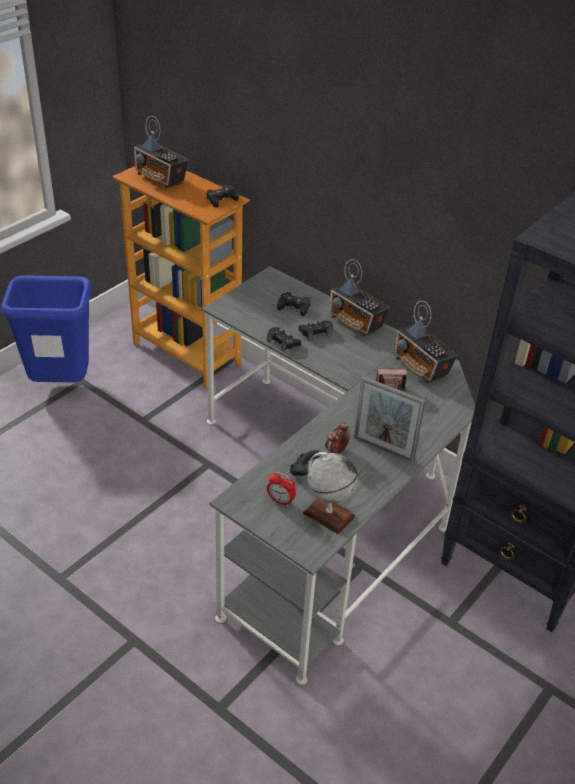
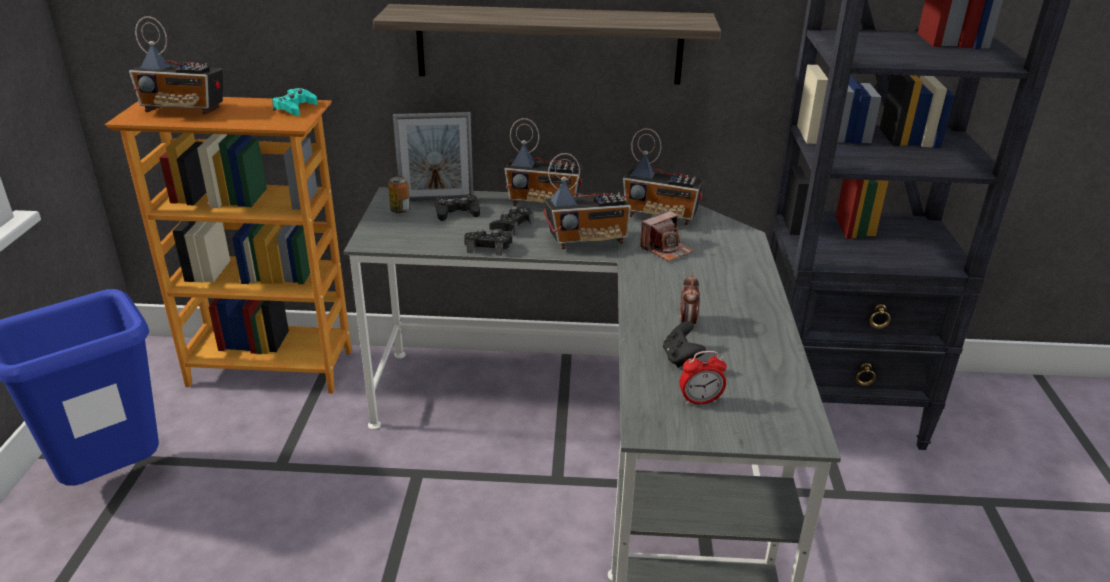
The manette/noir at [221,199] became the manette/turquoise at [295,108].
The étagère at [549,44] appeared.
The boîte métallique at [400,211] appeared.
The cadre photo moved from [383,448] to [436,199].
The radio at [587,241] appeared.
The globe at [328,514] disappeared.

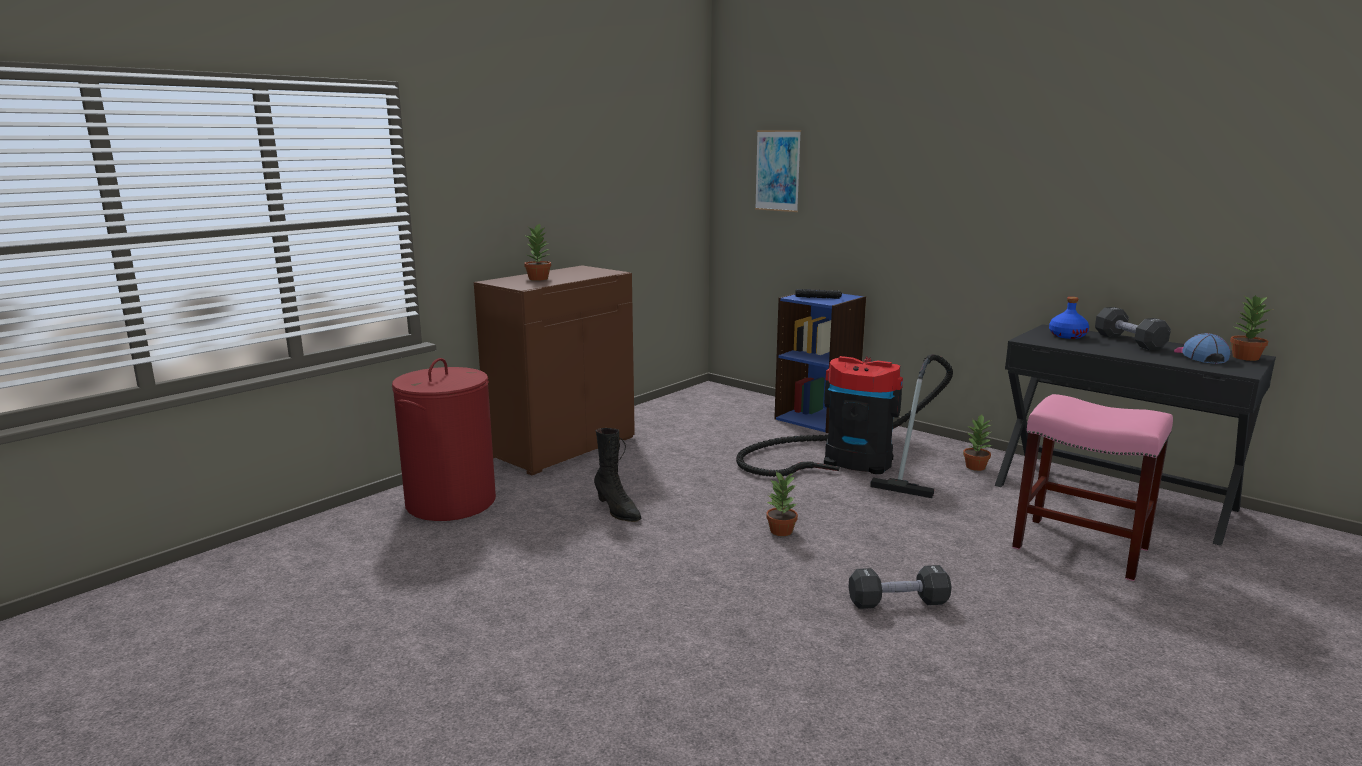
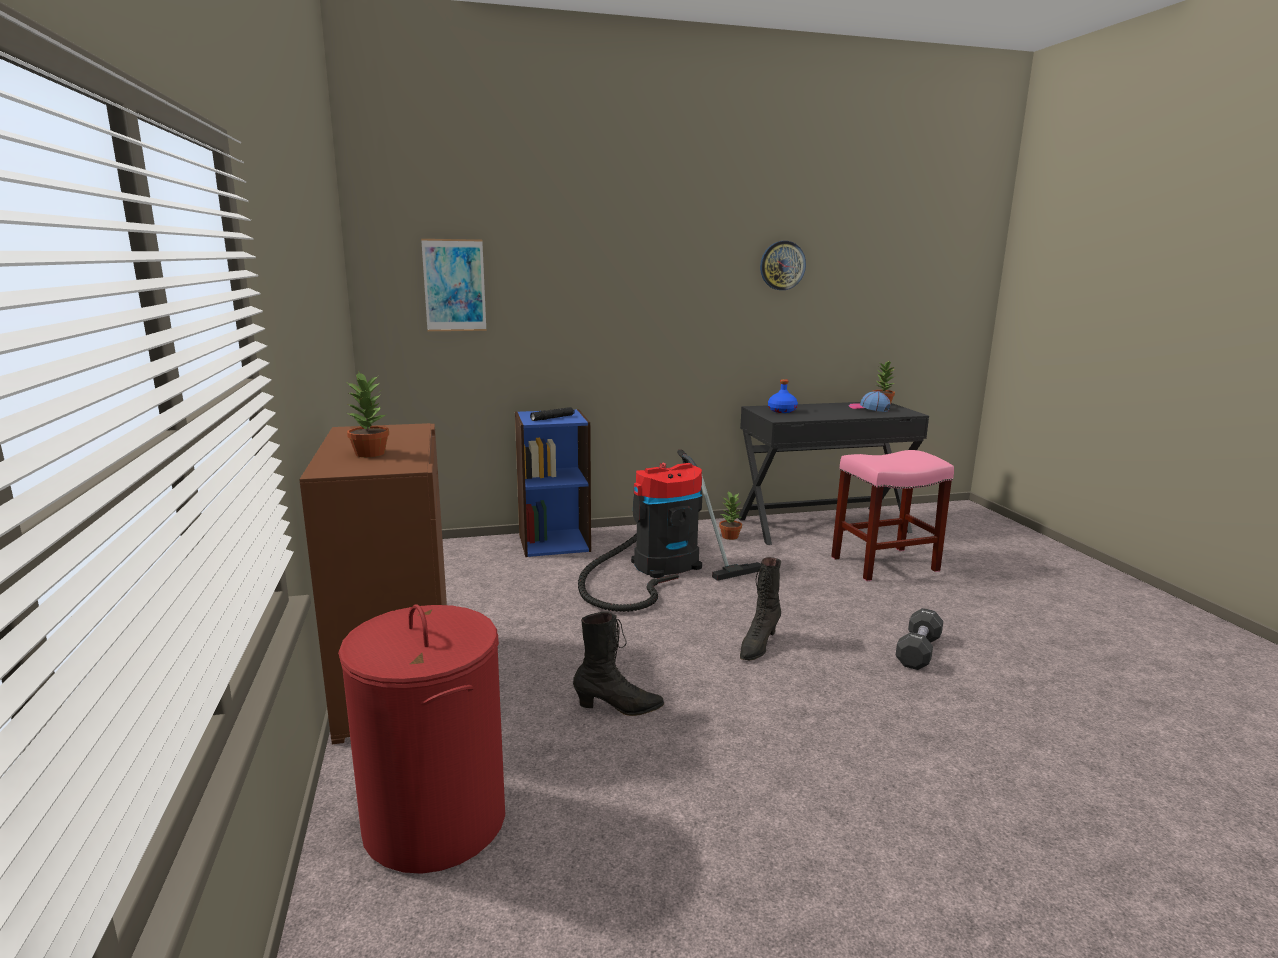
The plante en pot at [781,531] was replaced by the botte/noir at [758,646].
The horloge murale at [782,265] appeared.
The haltère/noir at [1129,341] disappeared.

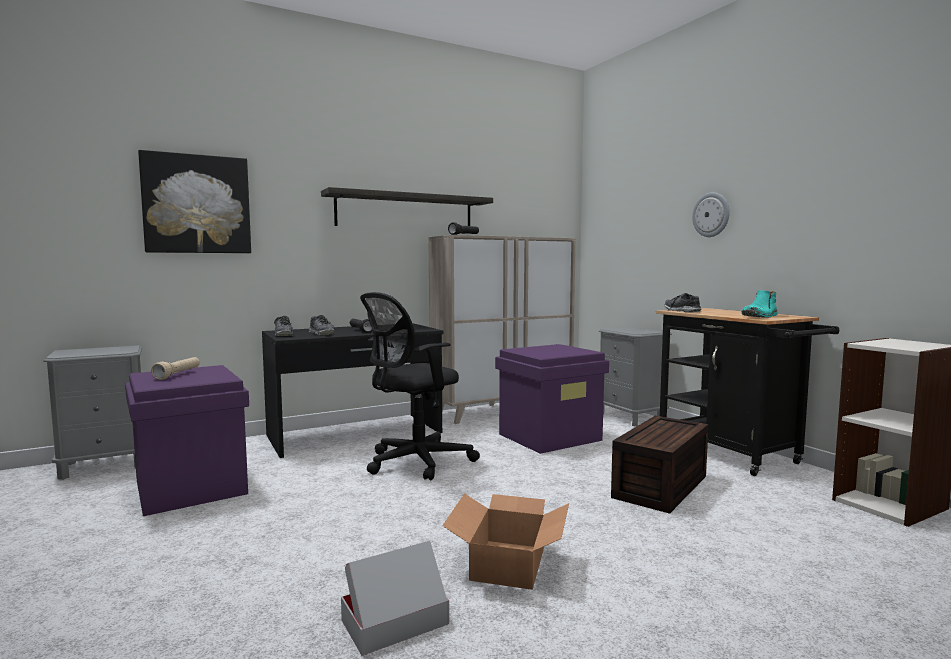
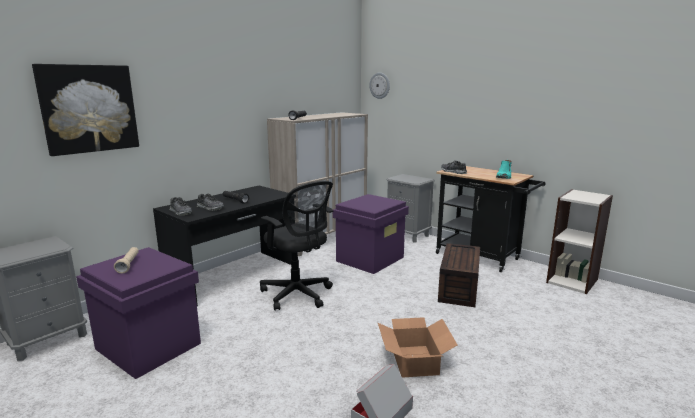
The chaise de bureau/noir at [414,462] turned 75 degrees counterclockwise.
The horloge murale moved from [711,215] to [380,85].
The étagère at [406,212] disappeared.

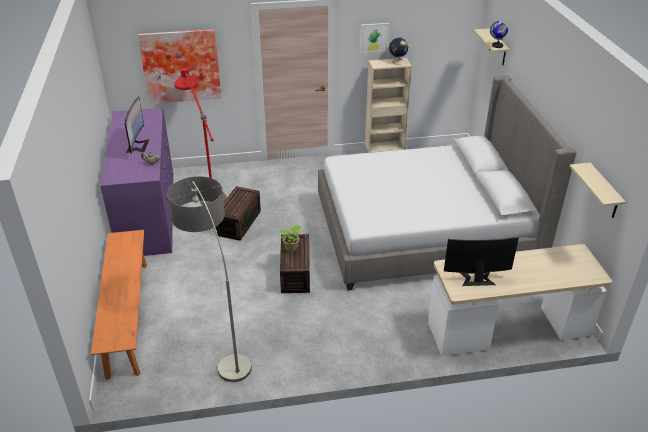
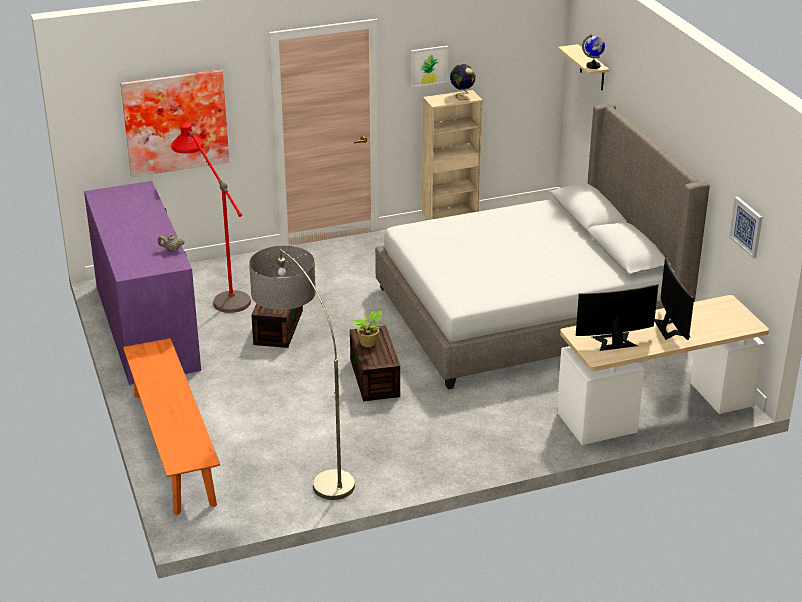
The écran d'ordinateur moved from [137,146] to [671,327].
The étagère/beige at [604,192] was replaced by the tableau at [746,227].

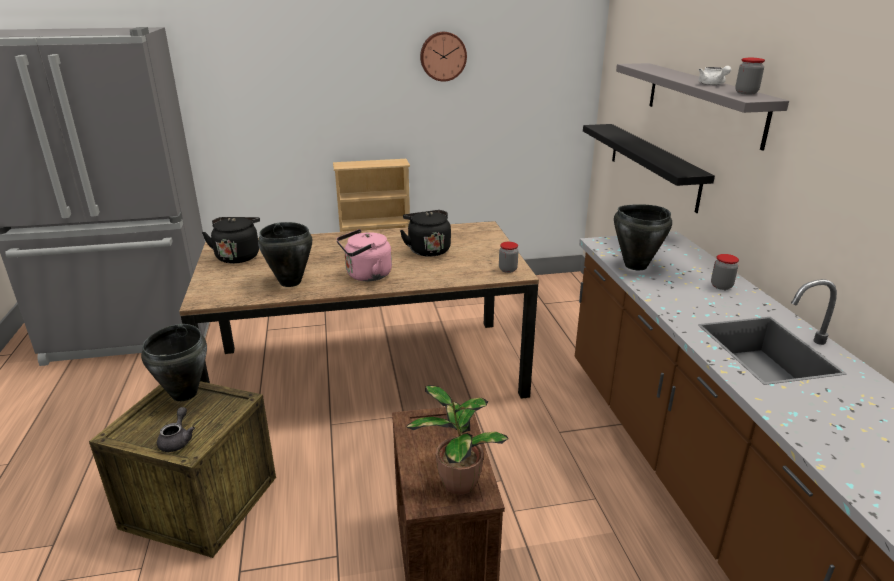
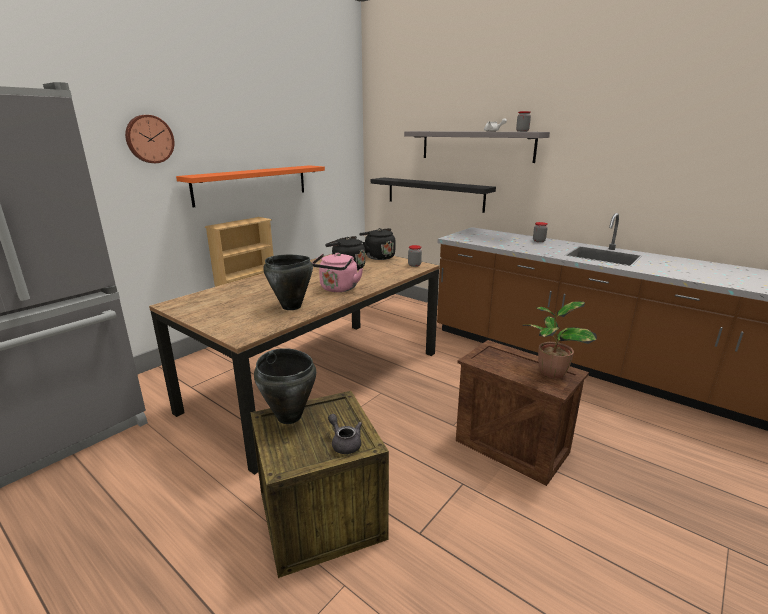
The horloge murale moved from [443,56] to [149,139].
The étagère/orange at [252,184] appeared.
The bouilloire/noir moved from [238,256] to [378,257].
The marmite/noir at [635,265] disappeared.

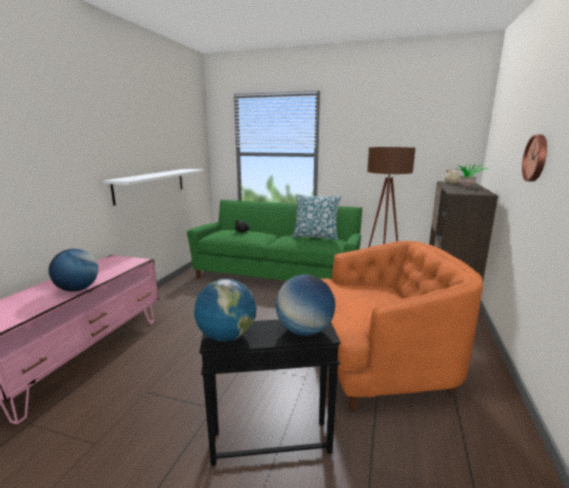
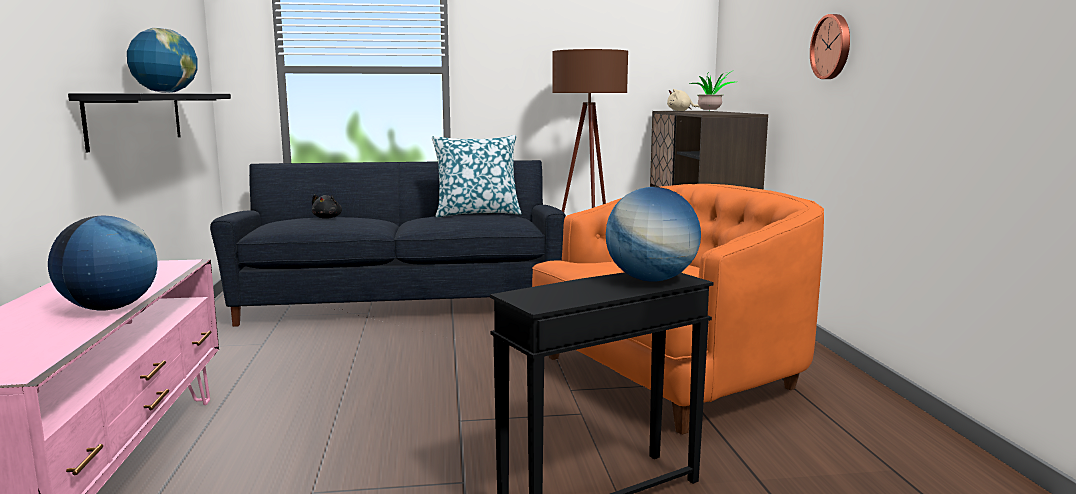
The étagère/blanc at [151,185] became the étagère/noir at [136,118].
The globe moved from [226,336] to [165,93].
The canapé/vert at [277,275] became the canapé/noir at [401,301].

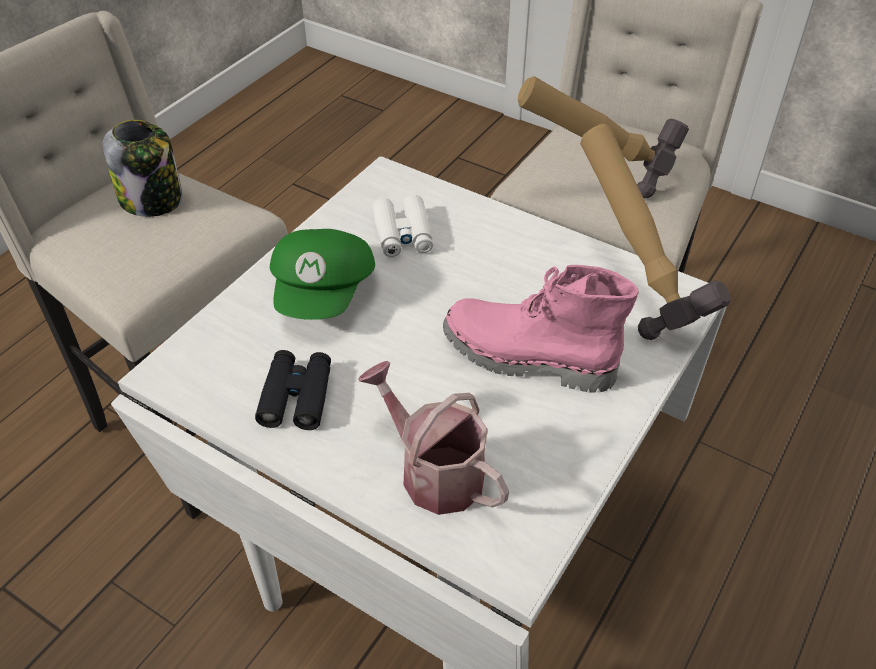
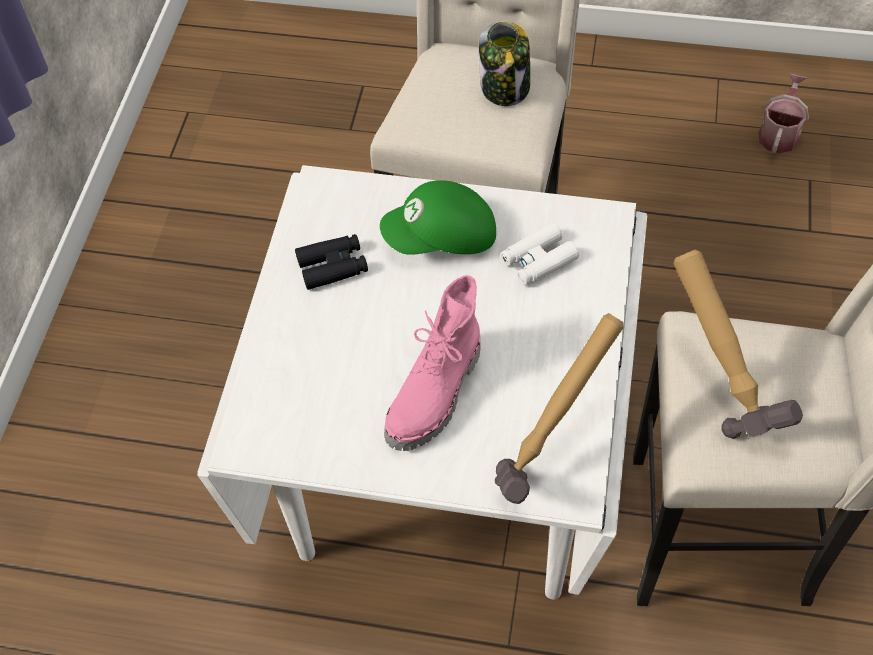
The botte/rose at [527,359] turned 150 degrees counterclockwise.
The arrosoir moved from [434,471] to [779,133].

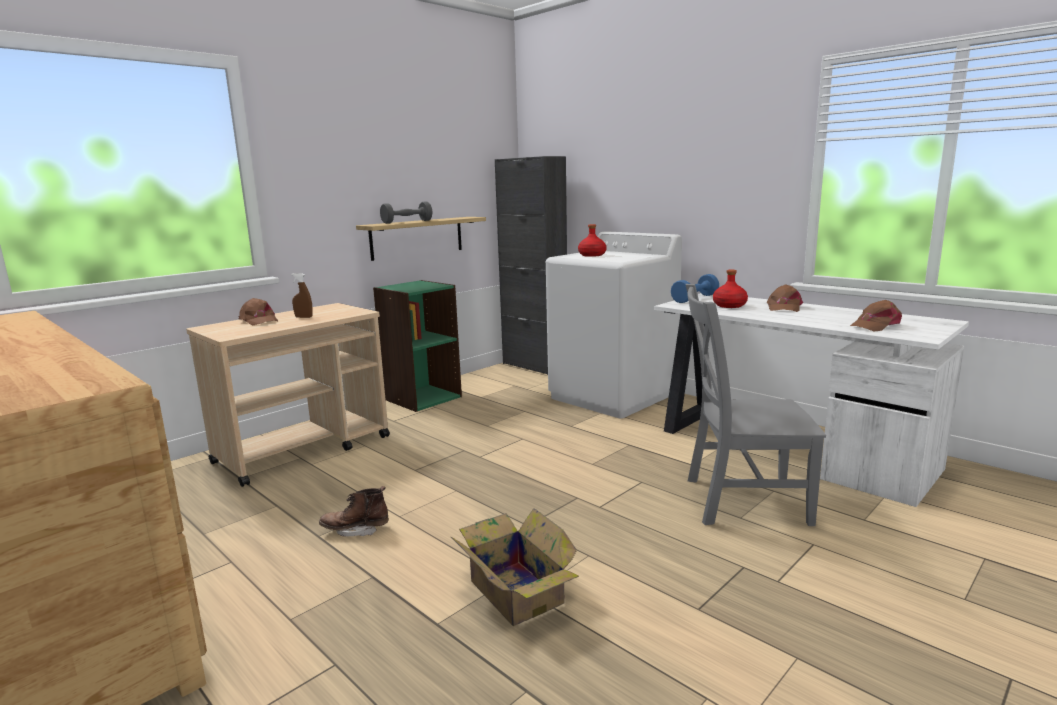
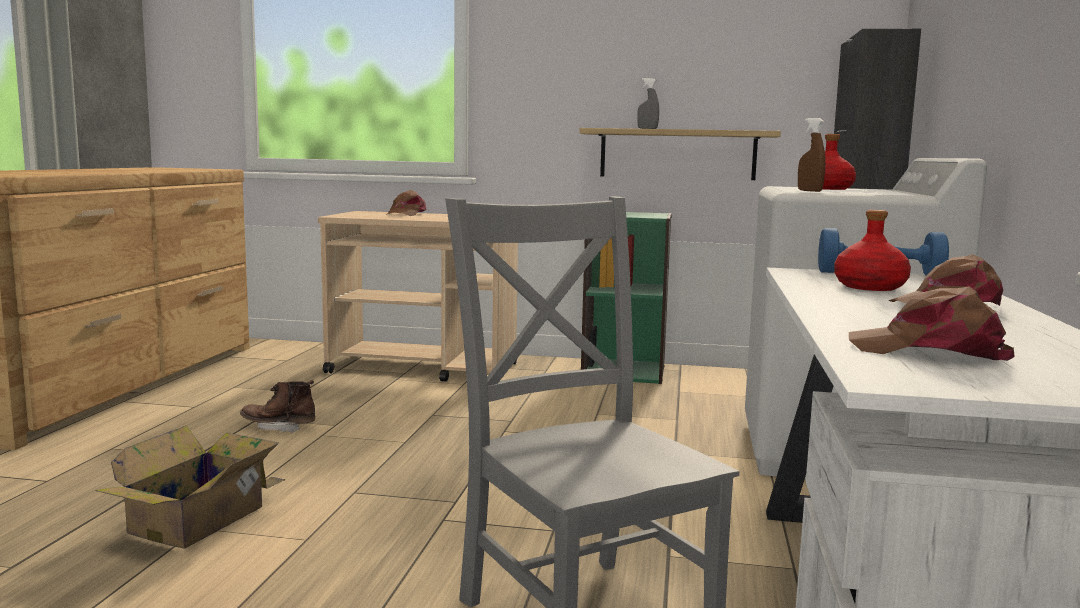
The botte/marron at [355,530] turned 45 degrees counterclockwise.
The haltère/gris at [407,222] was replaced by the vaporisateur/gris at [647,128].
The vaporisateur/marron moved from [303,317] to [809,191].

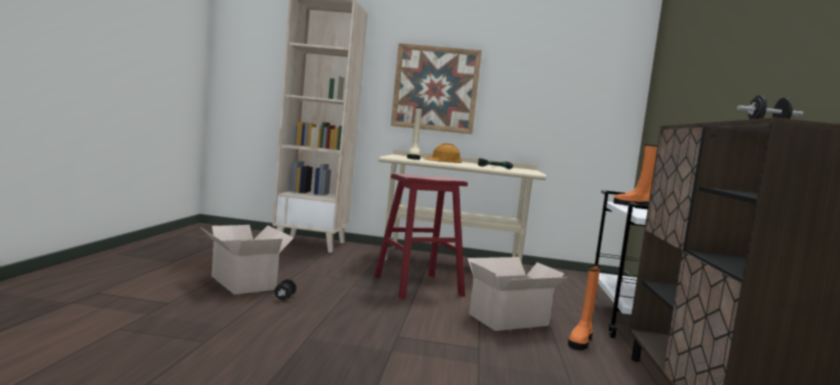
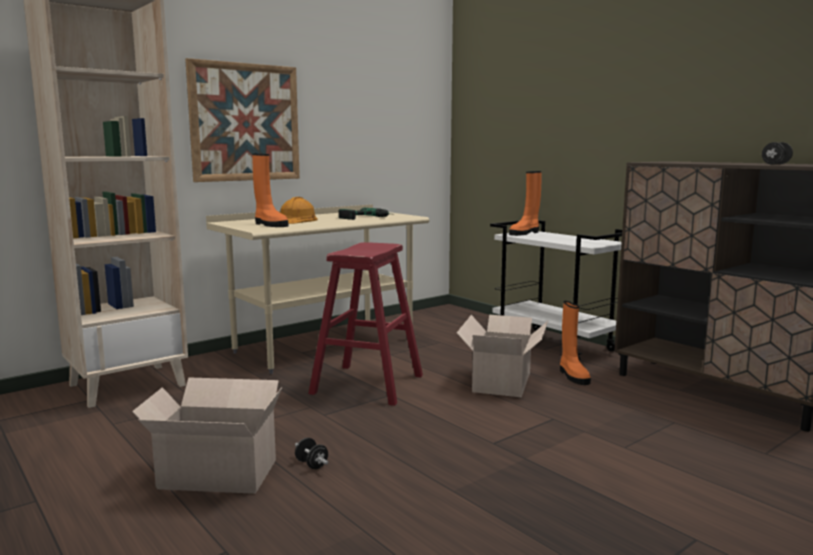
The botte/beige at [413,158] became the botte/orange at [270,225].

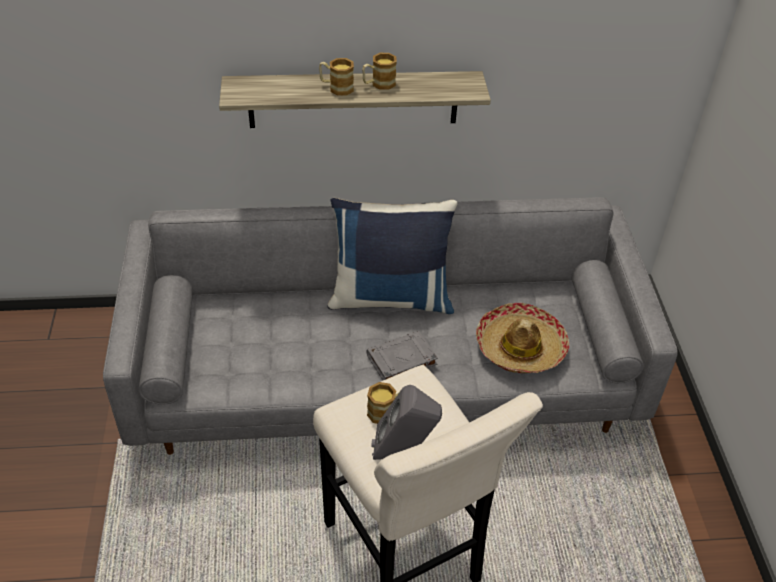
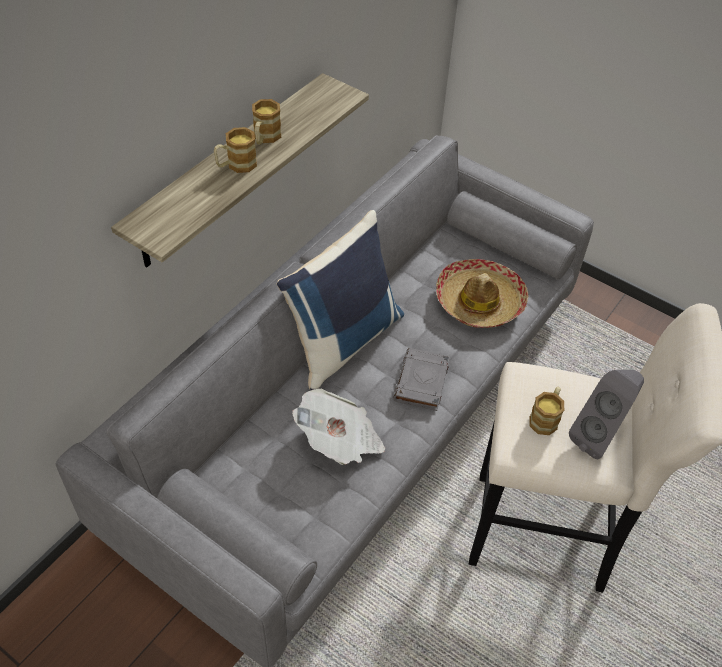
The journal at [340,441] appeared.

